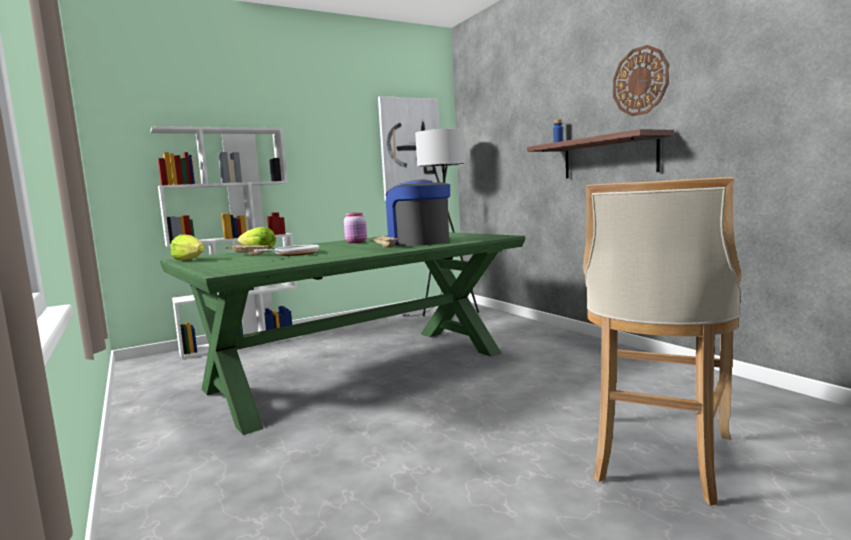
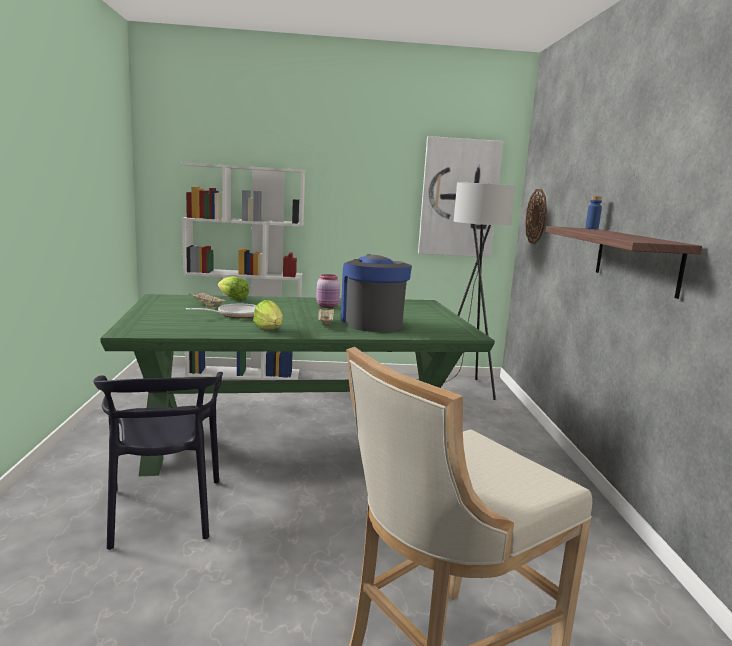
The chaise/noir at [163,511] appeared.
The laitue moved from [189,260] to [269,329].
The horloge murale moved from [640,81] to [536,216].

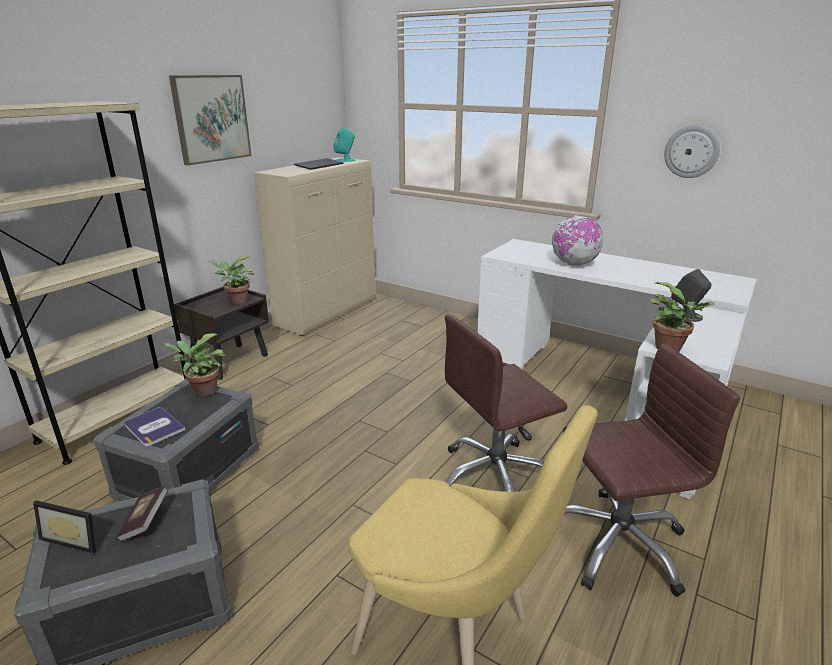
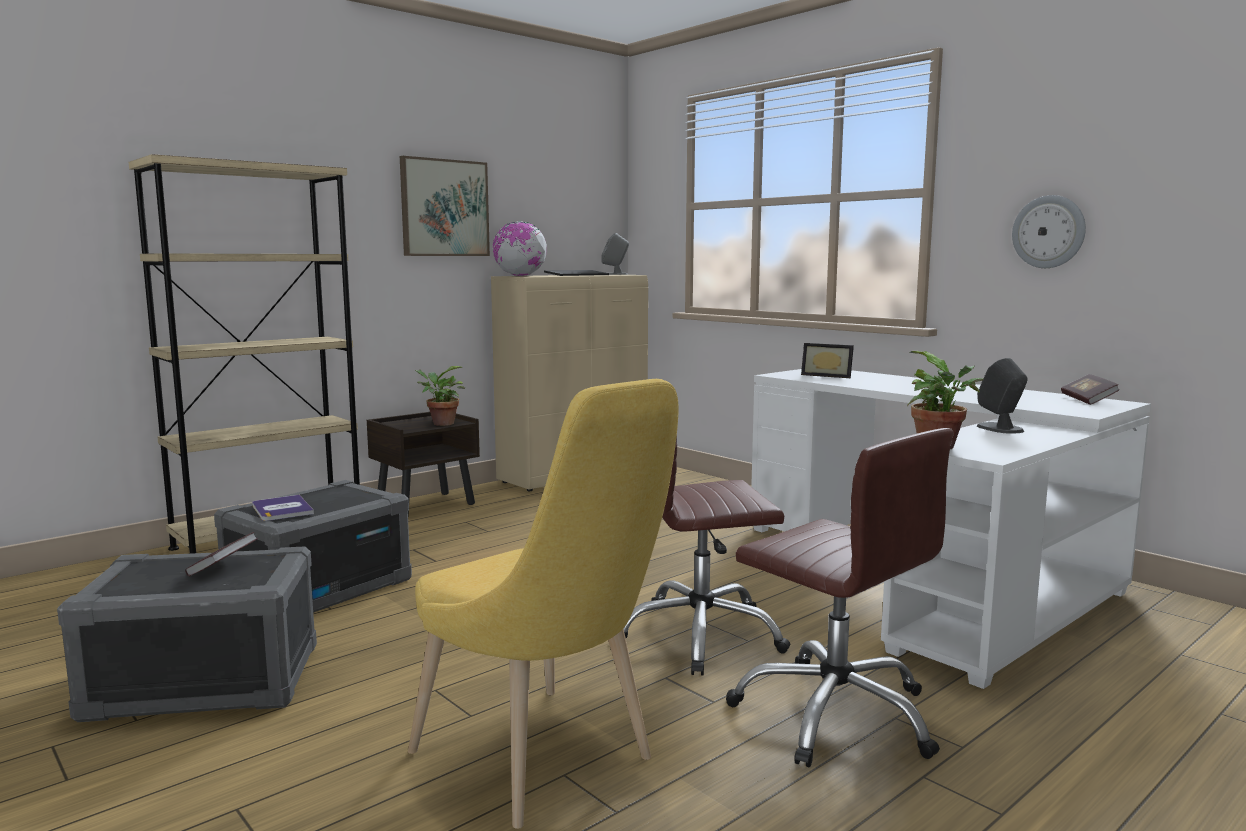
The globe moved from [574,264] to [520,276].
The enceinte/turquoise at [345,160] became the enceinte/gris at [615,274].
The chaise de bureau/marron at [617,542] turned 45 degrees clockwise.
The cadre photo moved from [76,537] to [827,375].
The livre at [1088,400] appeared.
The plante en pot at [202,392] disappeared.

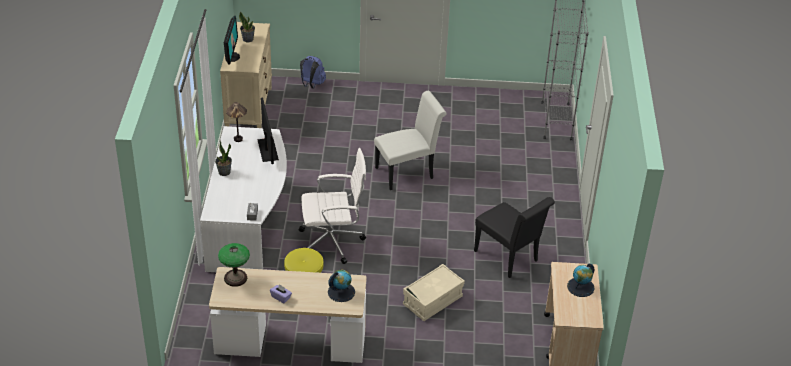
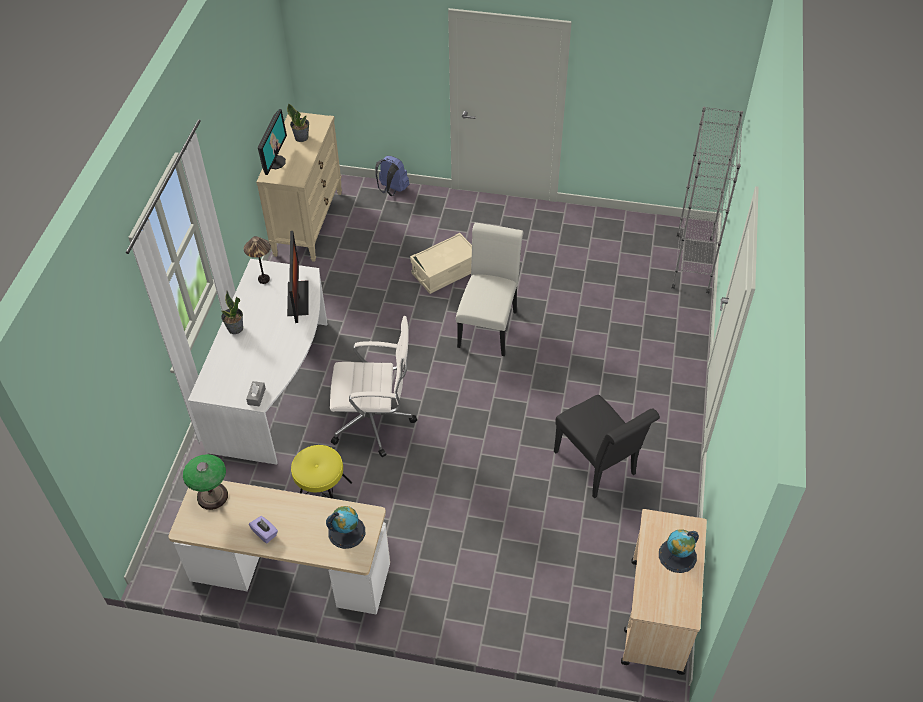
The boîte de rangement/beige moved from [432,301] to [445,272].
The chaise/blanc at [408,172] turned 60 degrees counterclockwise.

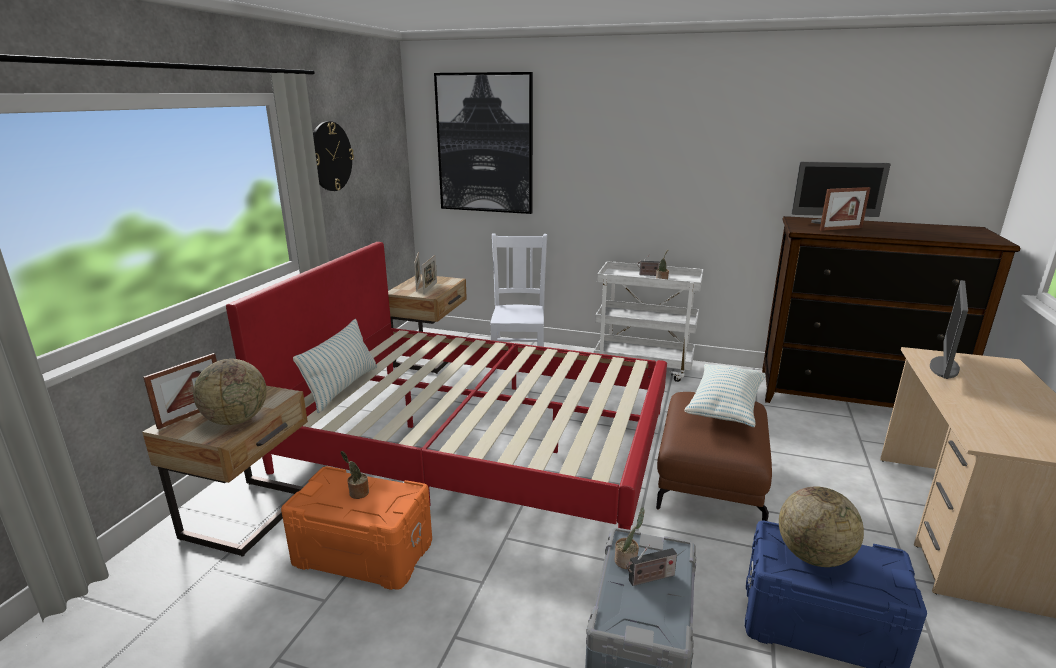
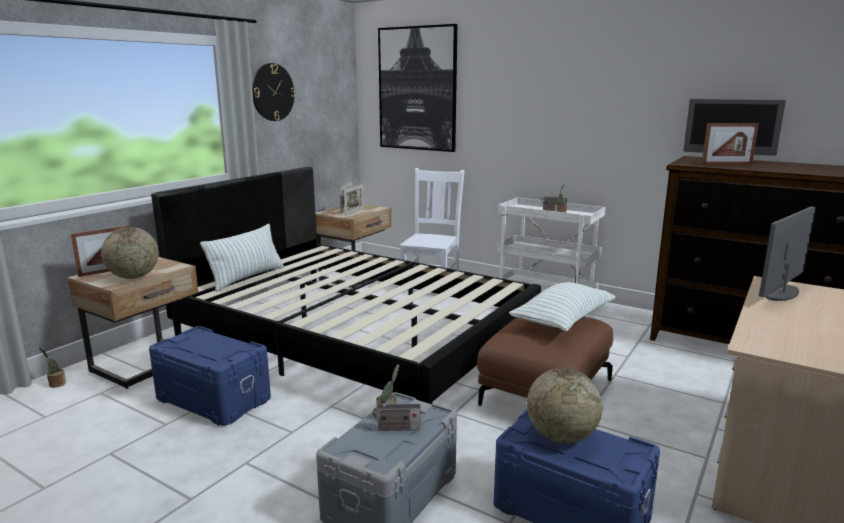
The plante en pot moved from [357,493] to [56,384].
The boîte de rangement/orange at [364,552] became the boîte de rangement/bleu at [214,399].
The lit/rouge at [478,439] became the lit/noir at [355,337].

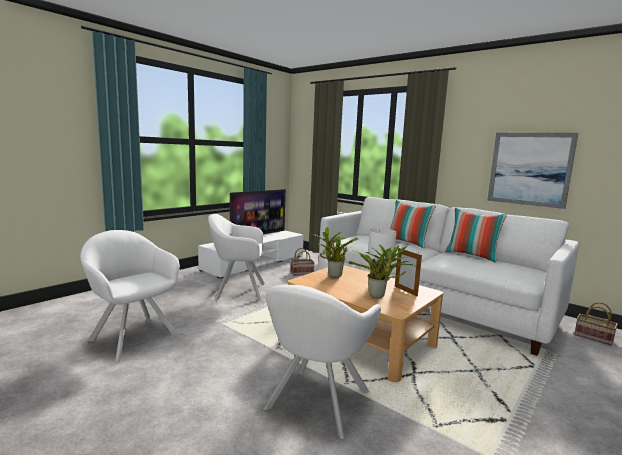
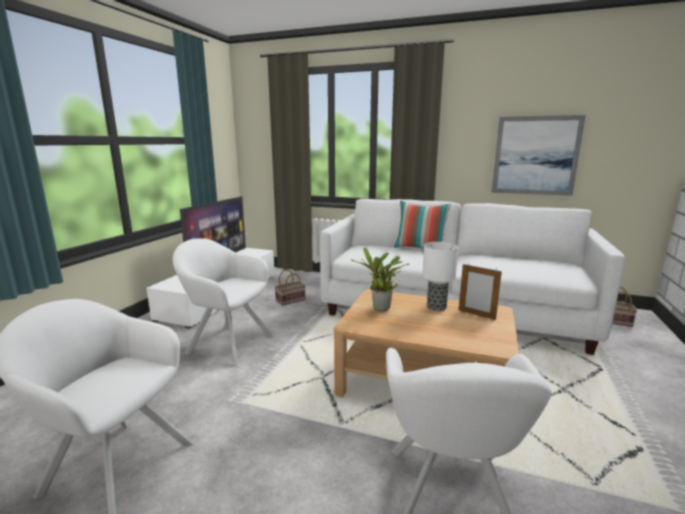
The fauteuil/blanc at [237,291] turned 45 degrees clockwise.
The plante en pot at [378,296] disappeared.
The coussin at [472,256] disappeared.

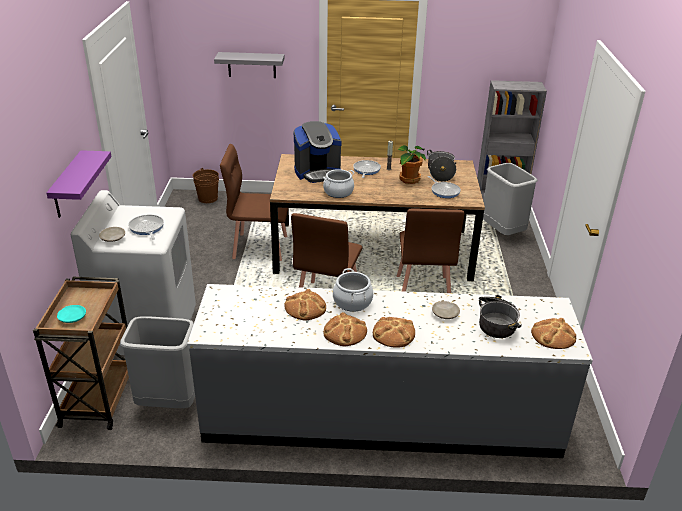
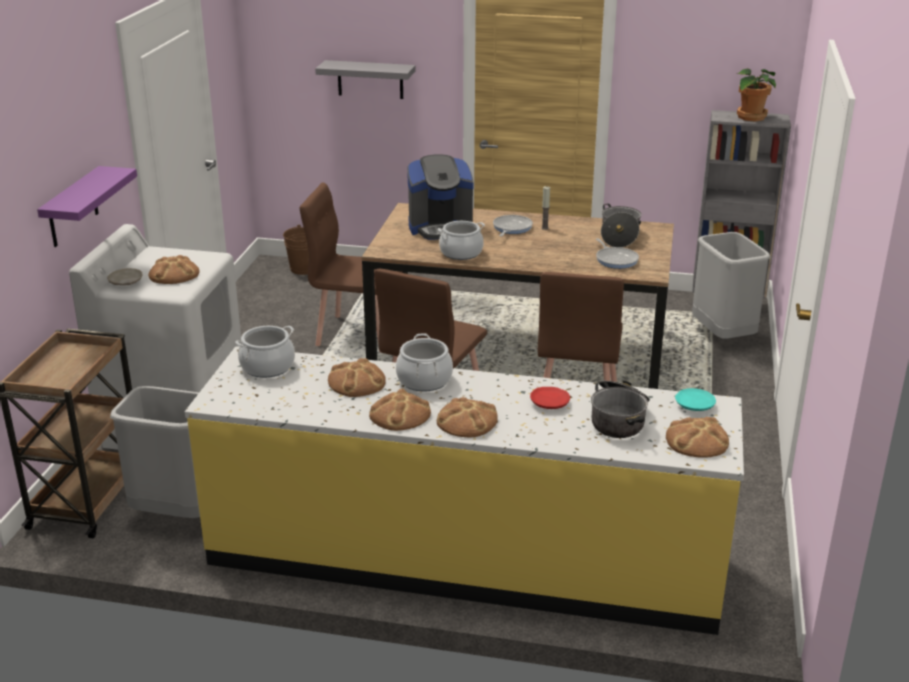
The poêle at [147,228] was replaced by the pain at [174,274].
The comptoir de cuisine/gris at [381,417] became the comptoir de cuisine/jaune at [464,557].
The marmite at [267,367] appeared.
The assiette/beige at [445,313] became the assiette/rouge at [550,403].
The assiette/turquoise moved from [72,317] to [694,405].
The plante en pot moved from [409,179] to [750,117].

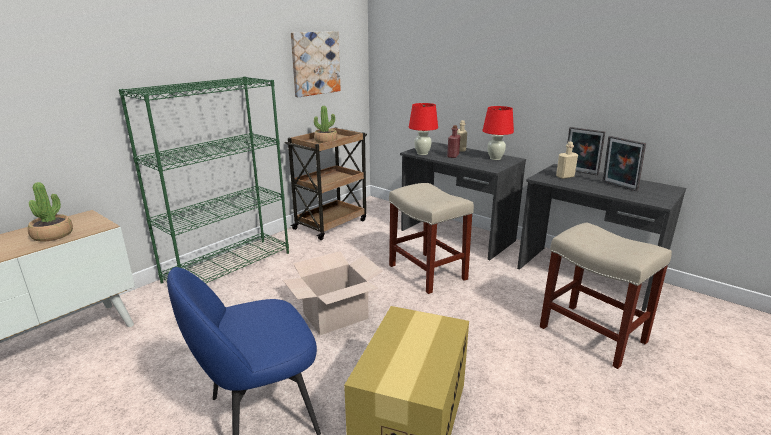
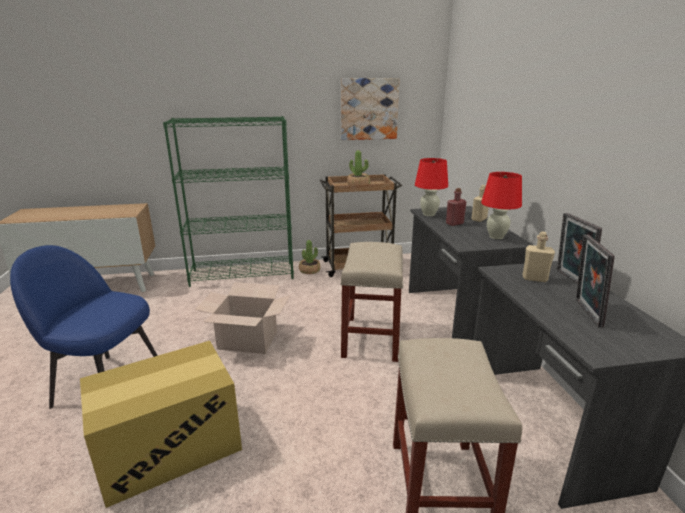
The plante en pot moved from [53,235] to [309,270].

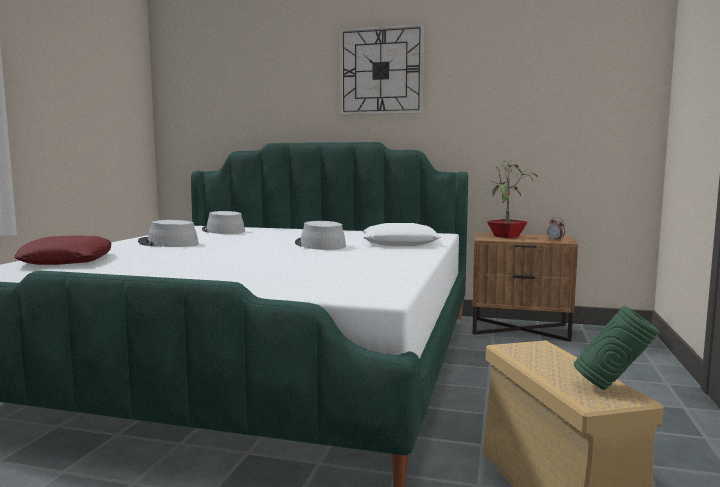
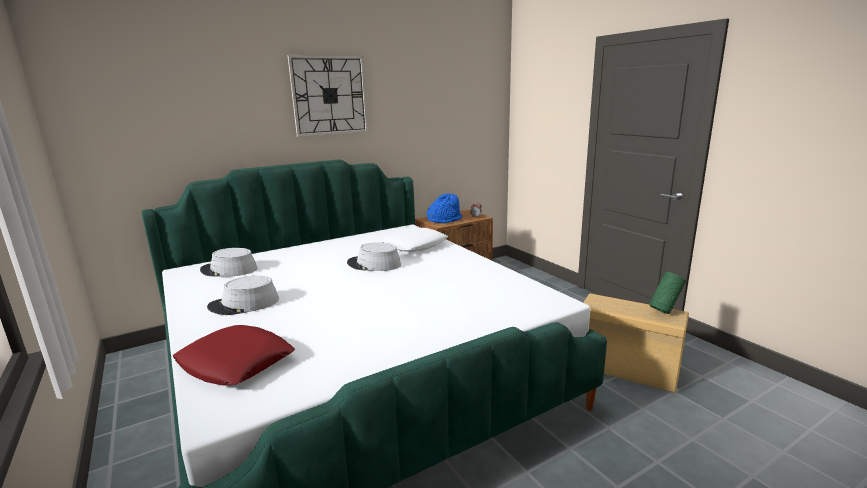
The plante en pot at [508,237] was replaced by the chapeau/bleu at [444,219].

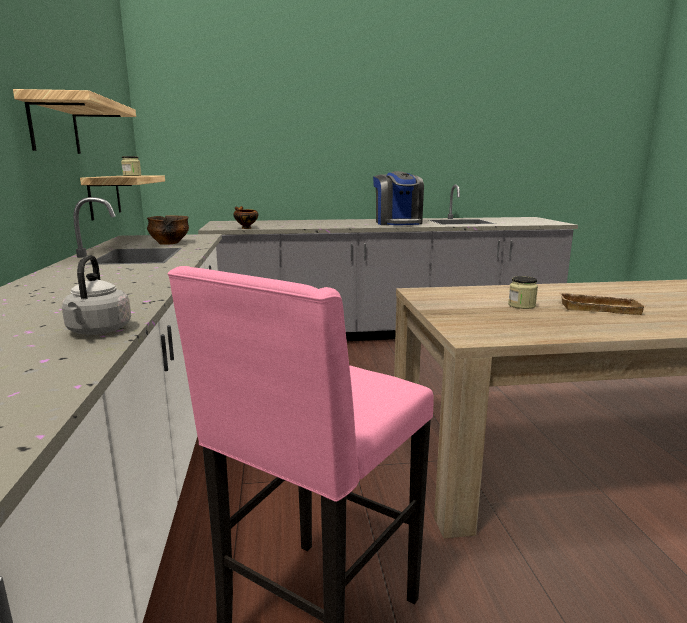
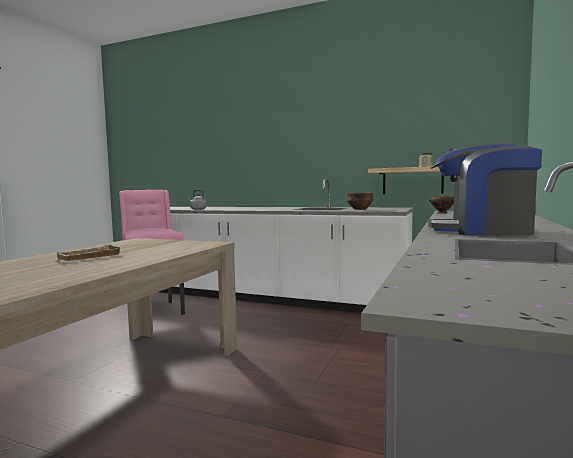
The étagère at [54,126] disappeared.
The bocal at [521,305] disappeared.

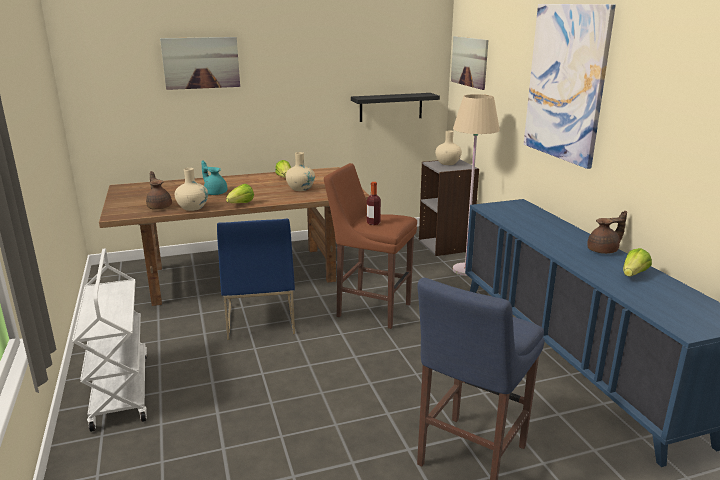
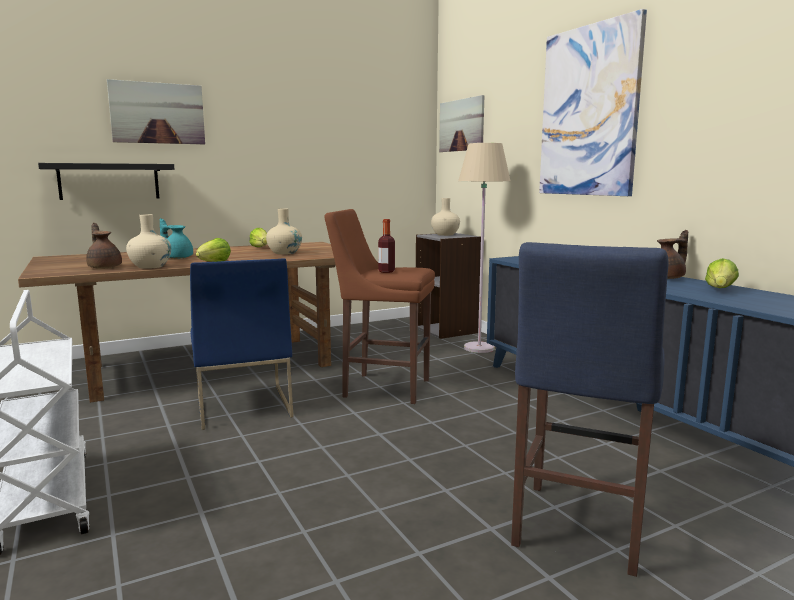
The étagère/noir moved from [391,107] to [109,181].

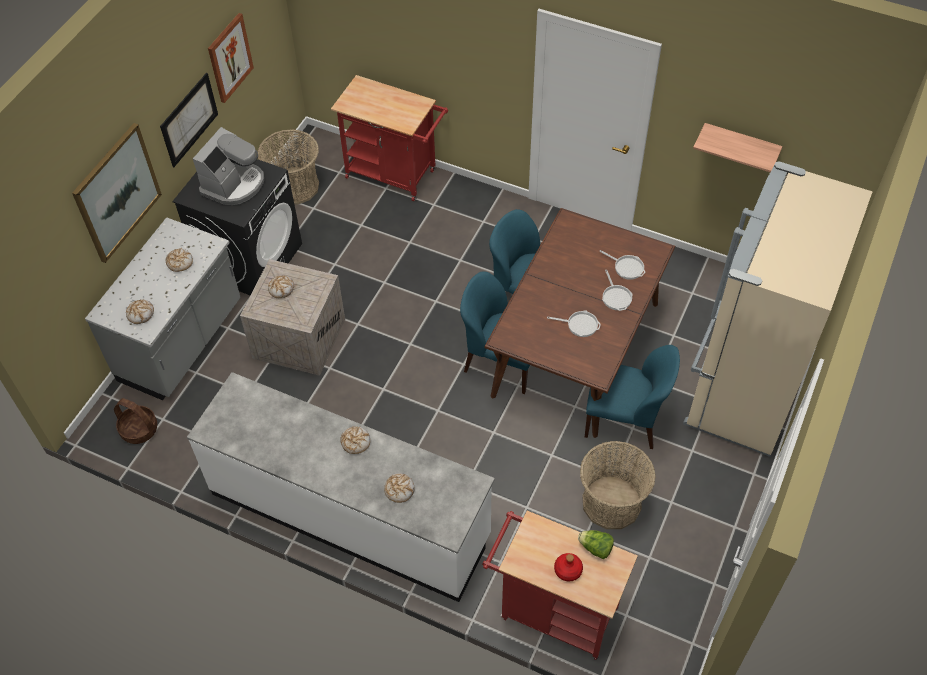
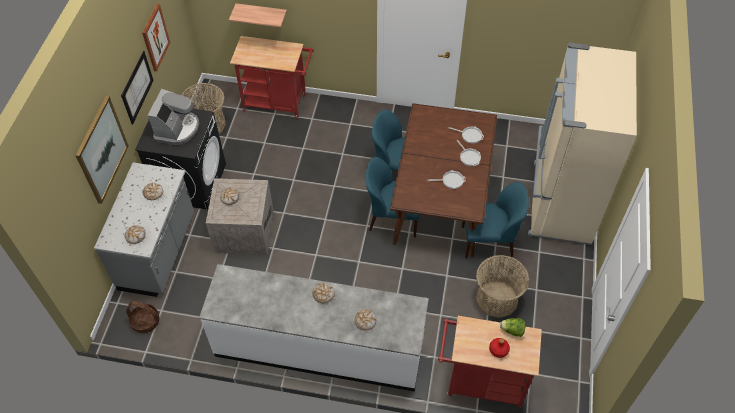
The étagère moved from [740,145] to [262,14].

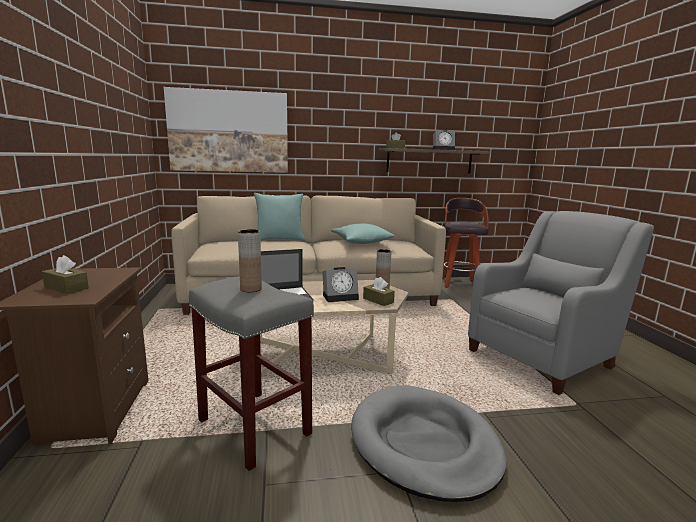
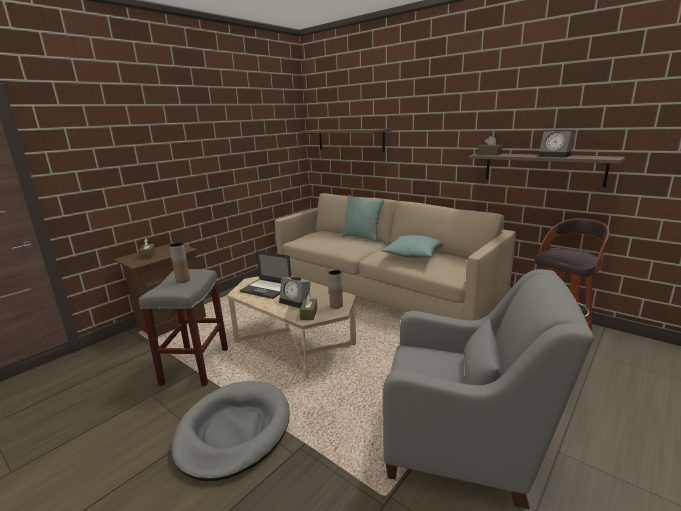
The tableau at [229,132] was replaced by the étagère at [350,140].

